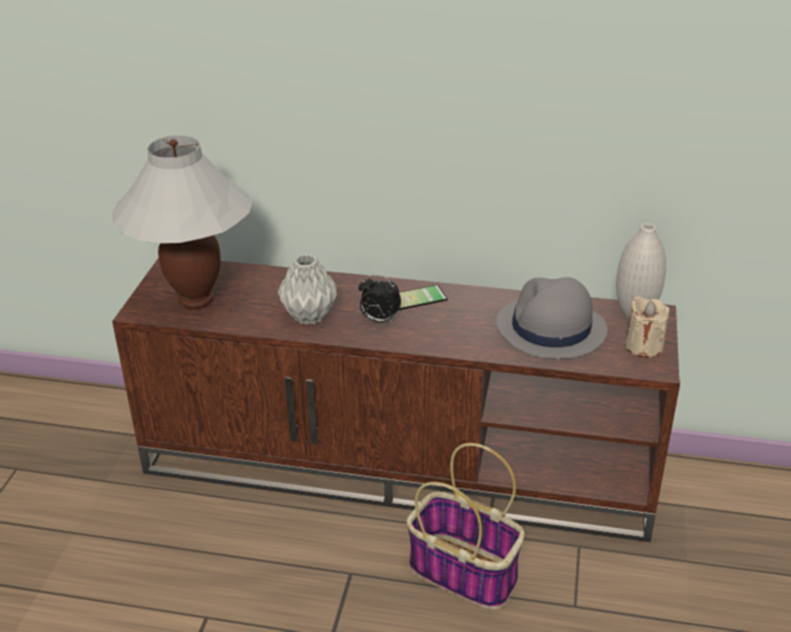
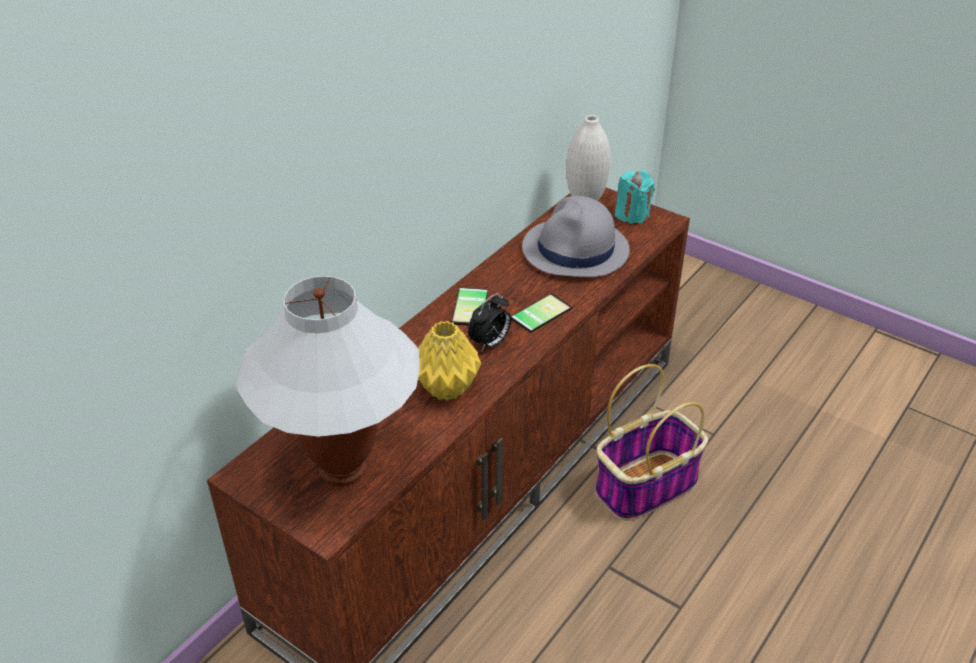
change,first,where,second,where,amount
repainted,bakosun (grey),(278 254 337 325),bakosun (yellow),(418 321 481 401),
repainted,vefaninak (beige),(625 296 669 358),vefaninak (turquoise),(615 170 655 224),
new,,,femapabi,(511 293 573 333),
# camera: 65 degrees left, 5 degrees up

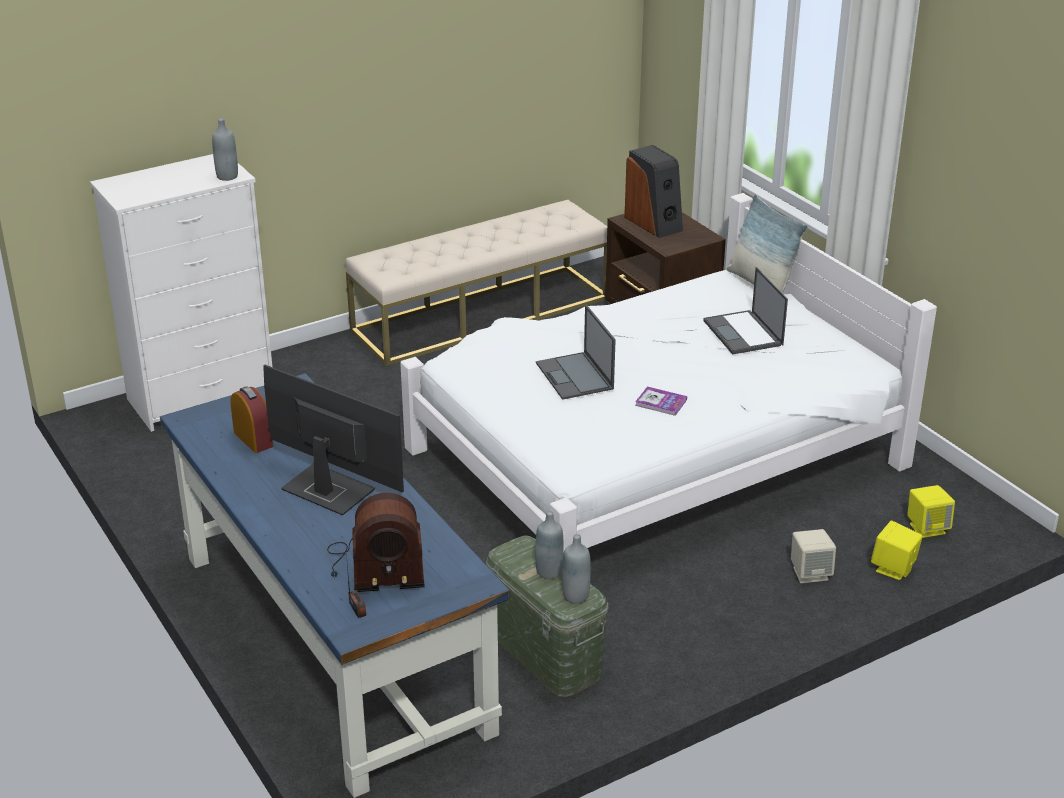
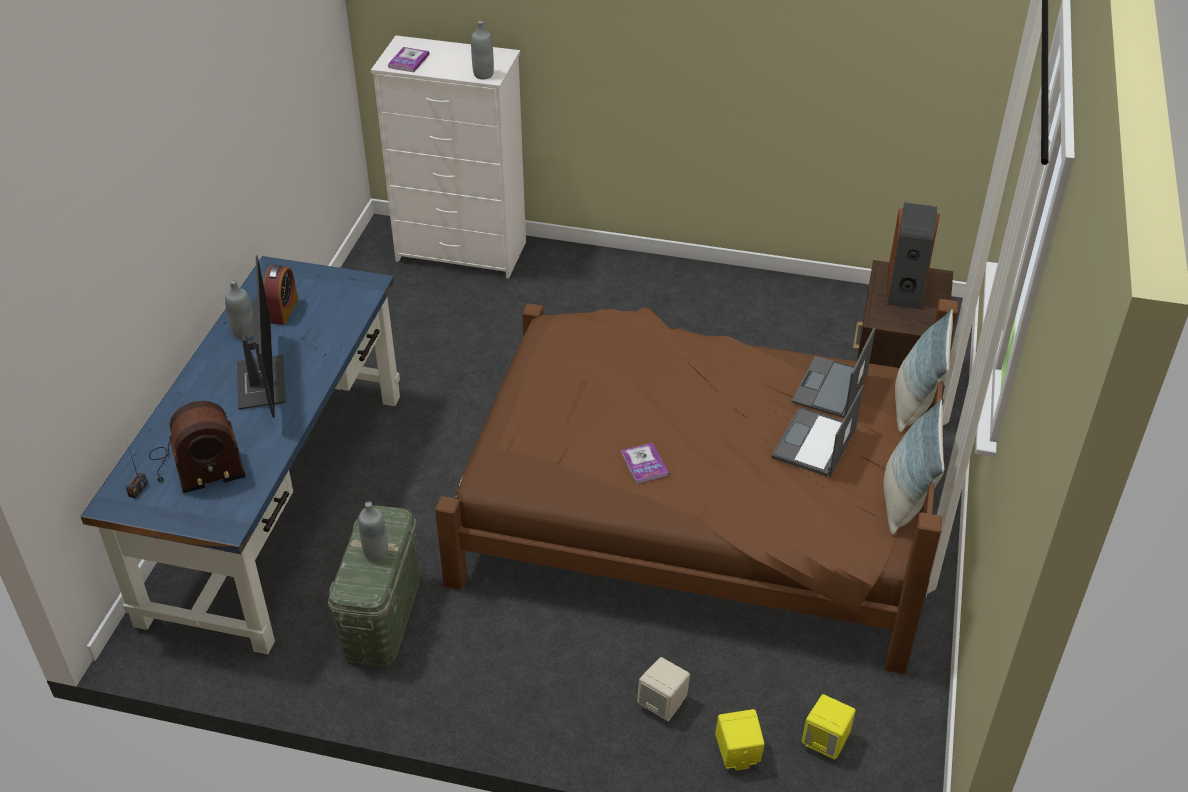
change,first,where,second,where,amount
rotated,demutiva,(327 493 425 592),,(149 401 246 493),60 degrees counterclockwise
gone,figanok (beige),(345 200 607 366),,,
repainted,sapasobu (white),(400 193 937 554),sapasobu (brown),(435 299 958 674),
shifted,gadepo,(536 305 616 400),,(792 327 875 418),
shifted,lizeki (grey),(562 534 591 604),,(225 280 253 339),
new,,,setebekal,(388 47 429 72),
new,,,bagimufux,(884 399 944 535),
# camera: 45 degrees right, 10 degrees up

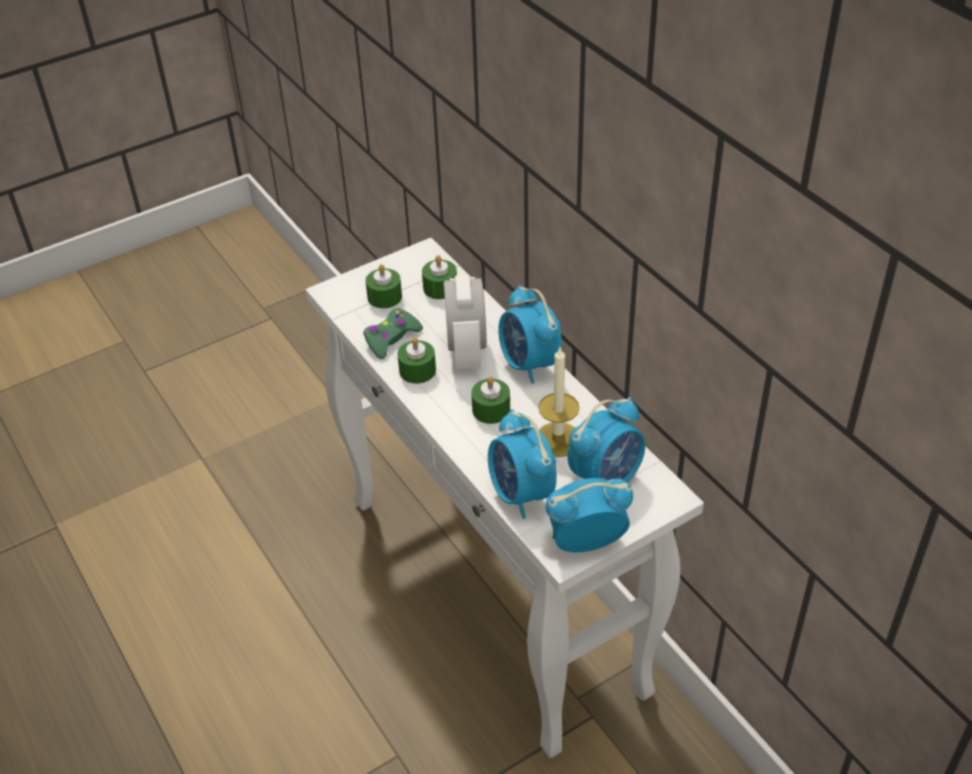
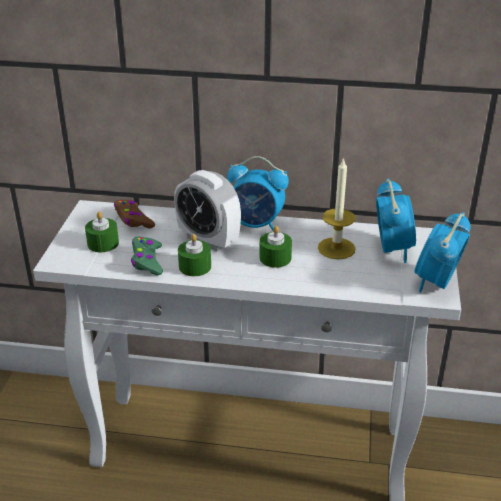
change,first,where,second,where,amount
swapped,vefaninak (green),(422 255 457 299),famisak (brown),(114 200 155 229),
gone,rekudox,(488 409 557 519),,,
# camera: 50 degrees left, 10 degrees down

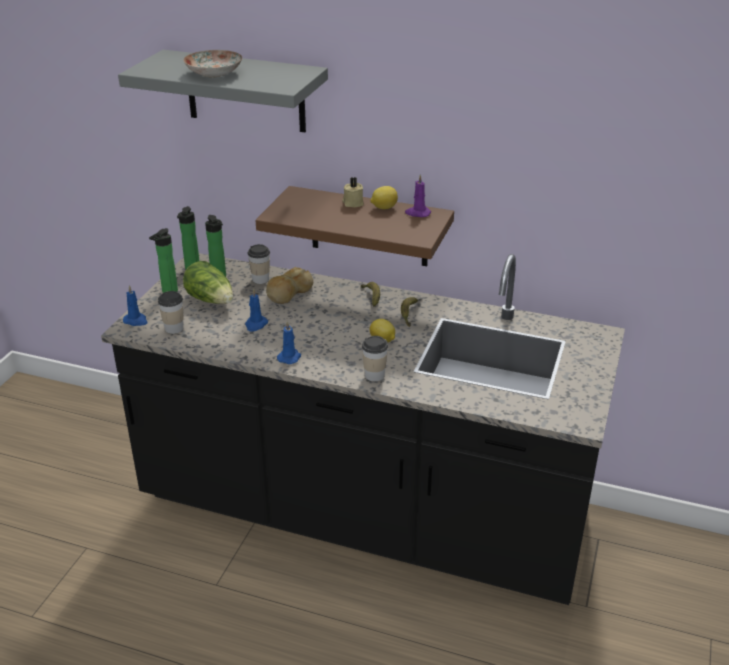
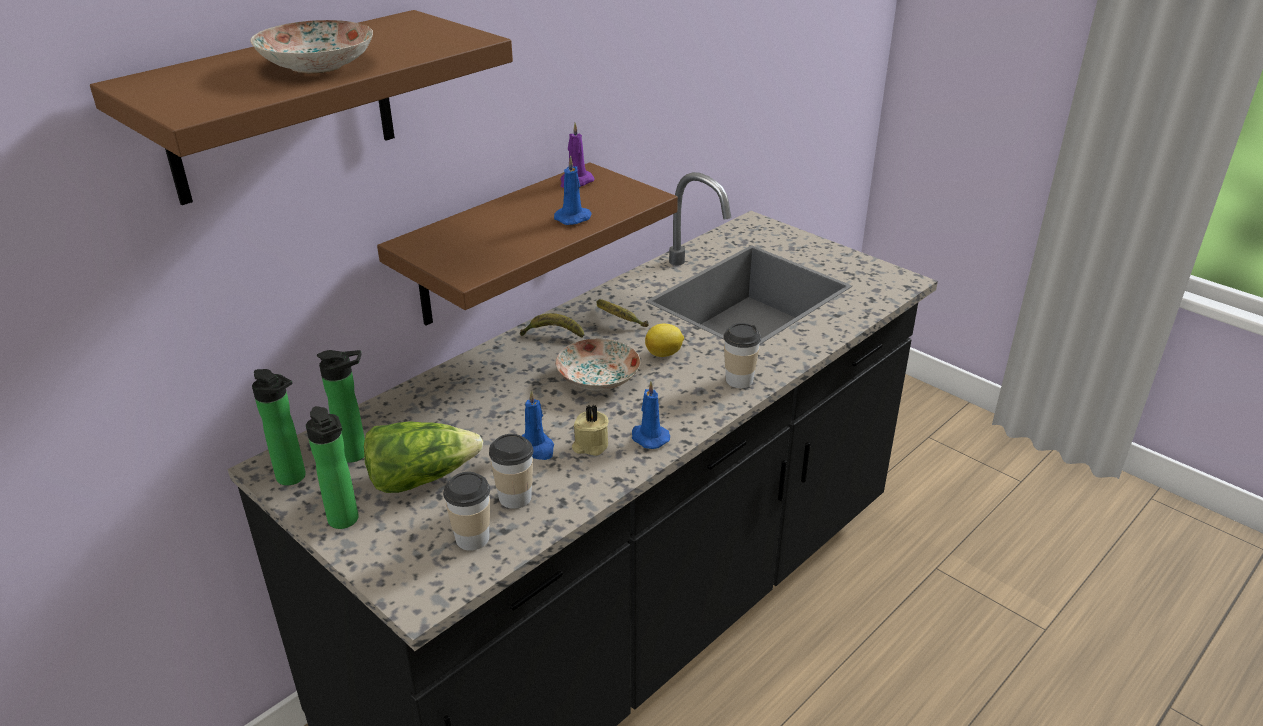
change,first,where,second,where,amount
repainted,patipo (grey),(118 50 328 132),patipo (brown),(90 10 513 205),
shifted,vefaninak (blue),(123 285 148 326),,(554 156 592 225),
shifted,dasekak,(248 244 270 284),,(489 434 533 509),
gone,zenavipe,(266 267 313 304),,,
shifted,vefaninak (beige),(342 177 364 207),,(572 405 609 456),
gone,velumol,(370 186 398 209),,,
new,,,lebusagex,(556 338 641 391),
# camera: 65 degrees left, 0 degrees up

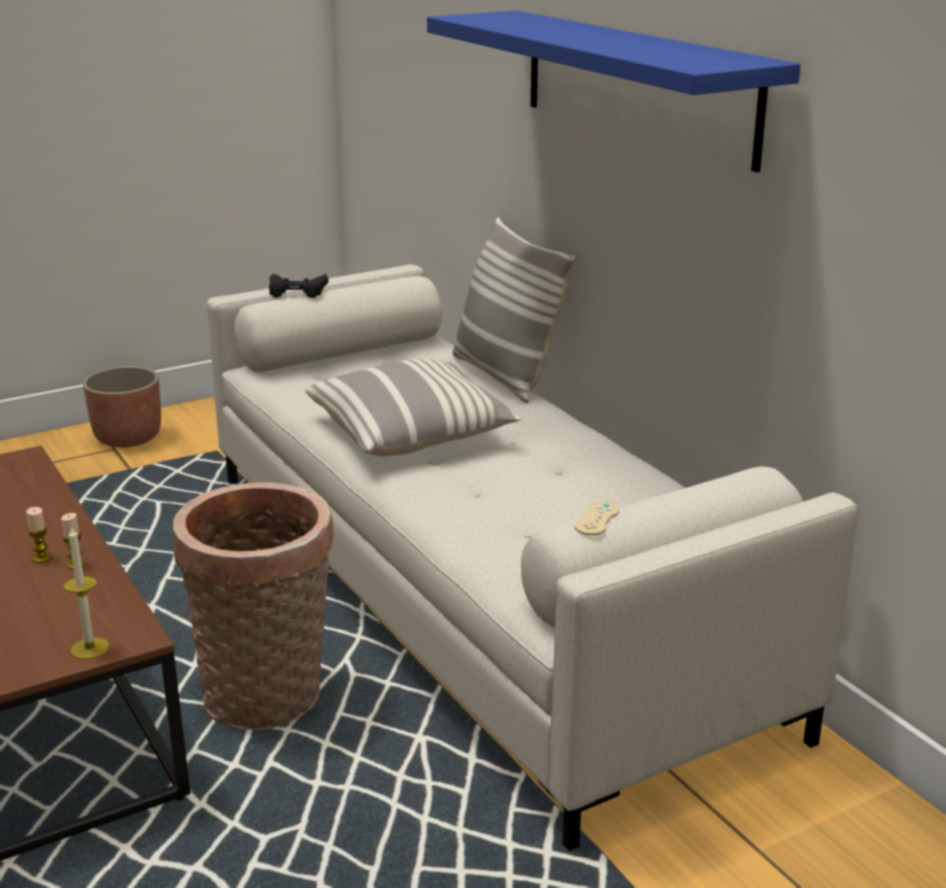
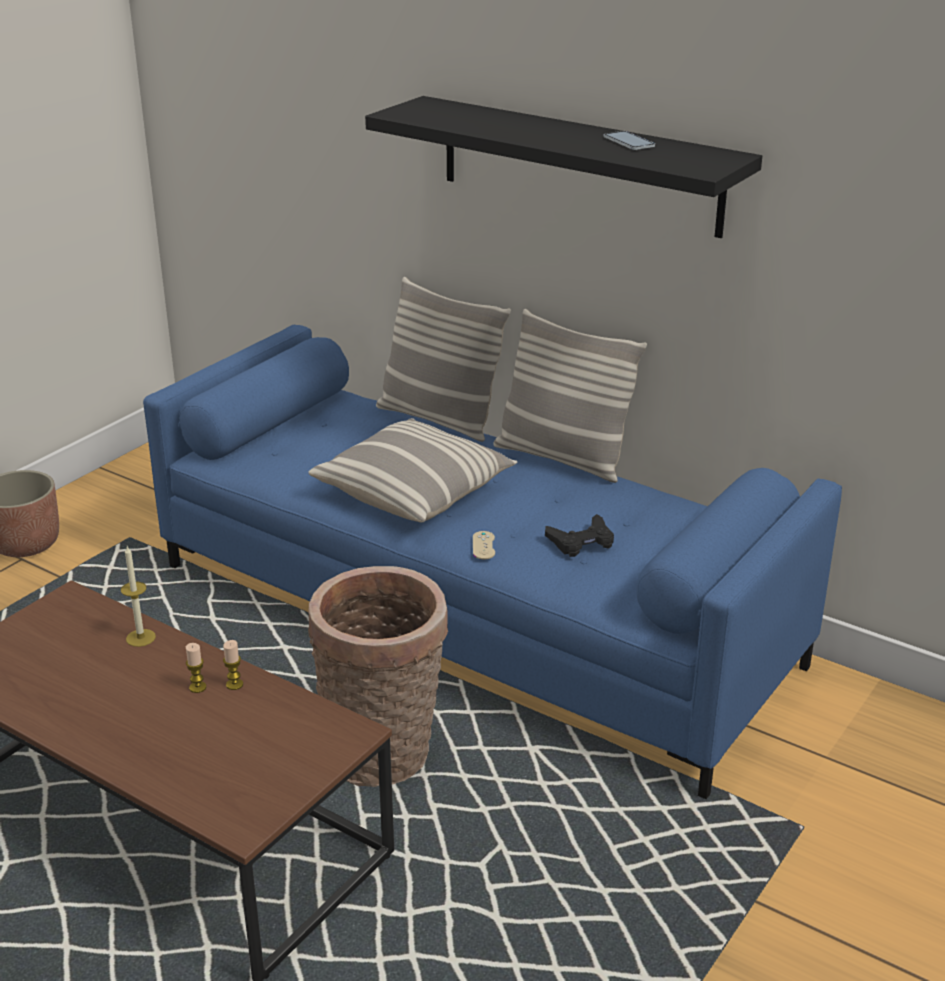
change,first,where,second,where,amount
shifted,vefaninak,(64 526 109 659),,(121 546 156 647),
repainted,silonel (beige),(207 264 859 851),silonel (blue),(143 324 842 799),
shifted,famisak (black),(269 273 329 298),,(545 514 614 557),
repainted,patipo (blue),(427 11 801 173),patipo (black),(365 96 762 238),
shifted,famisak (beige),(575 502 619 535),,(473 531 495 559),
new,,,bagimufux,(493 309 647 483),
new,,,femapabi,(604 131 655 150),
# camera: 25 degrees left, 5 degrees up

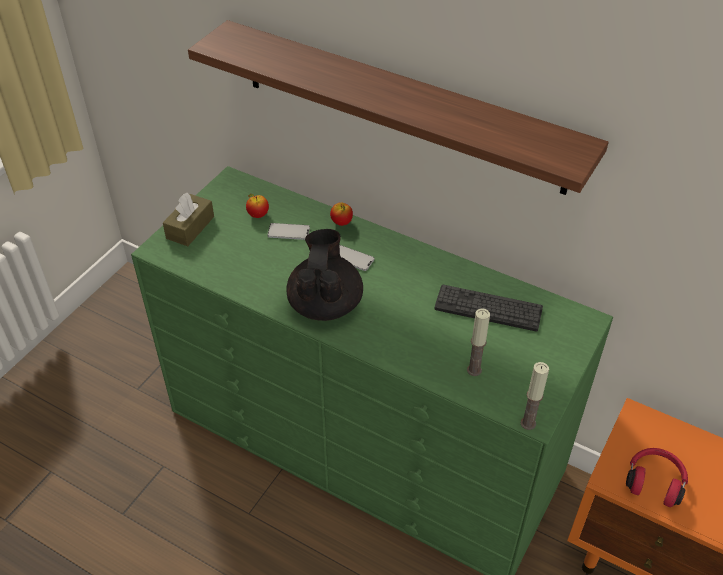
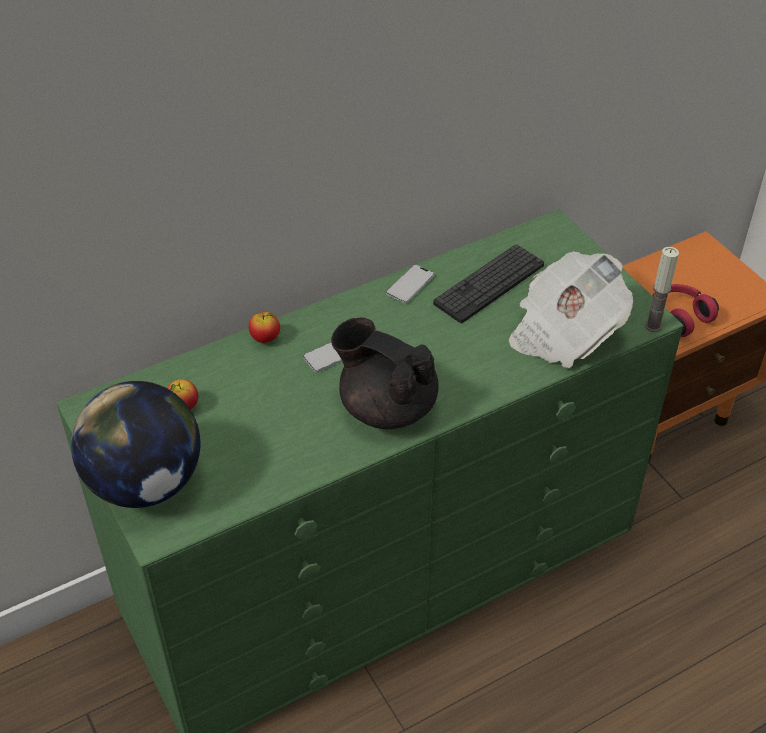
change,first,where,second,where,amount
swapped,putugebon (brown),(163 193 214 246),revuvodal,(71 381 201 508),
gone,patipo,(188 20 609 195),,,
shifted,femapabi,(268 223 310 240),,(386 265 434 304),
swapped,vefaninak,(467 308 490 376),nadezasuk,(509 251 633 368),
# camera: 60 degrees left, 0 degrees up

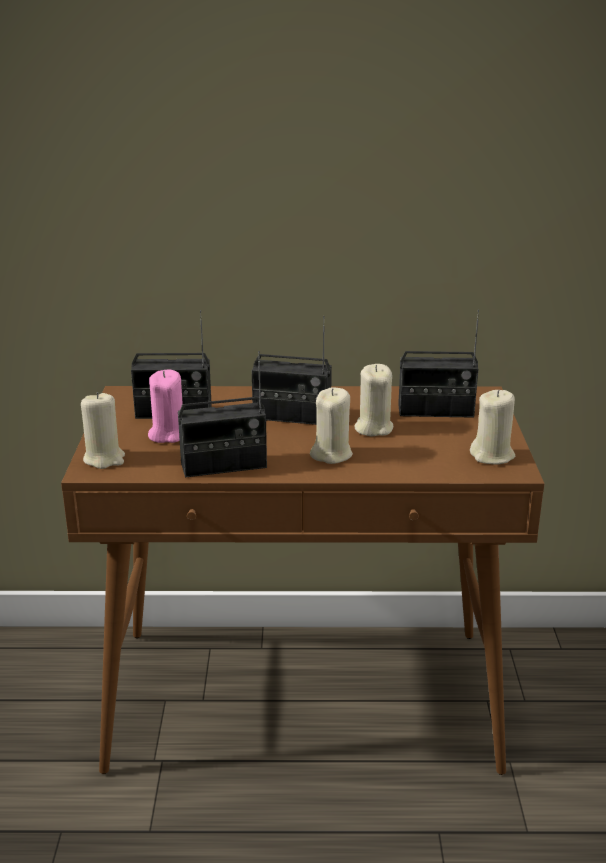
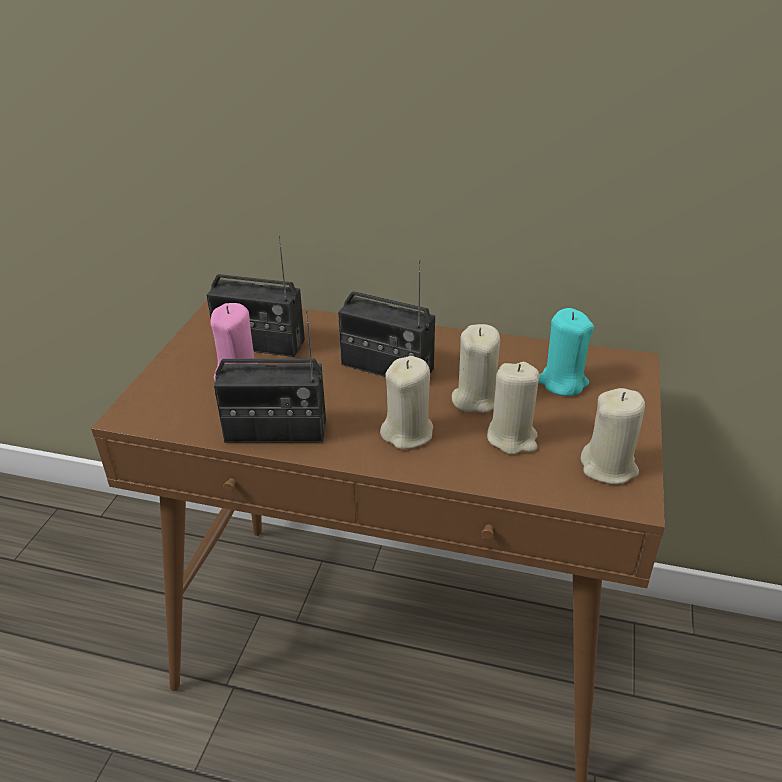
change,first,where,second,where,amount
shifted,vefaninak (beige),(81 392 125 469),,(487 362 540 455),
swapped,demutiva,(398 309 479 418),vefaninak (turquoise),(538 308 594 396),
# camera: 15 degrees right, 10 degrees up

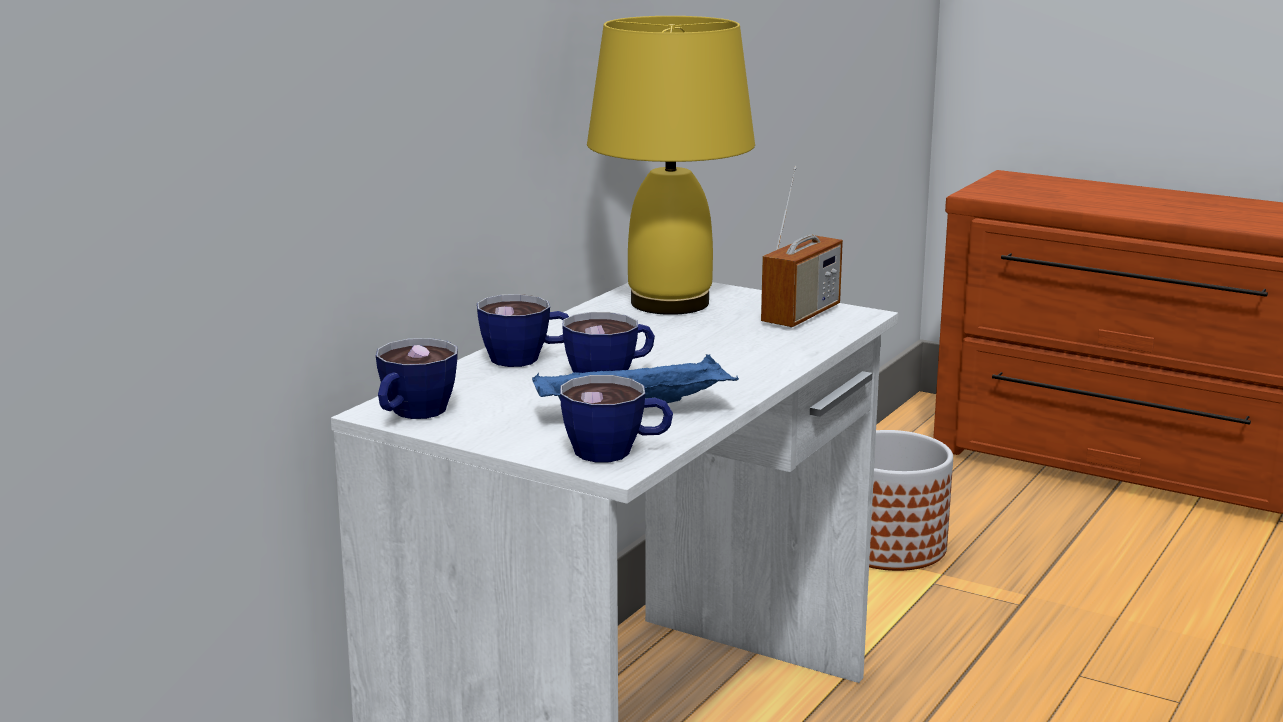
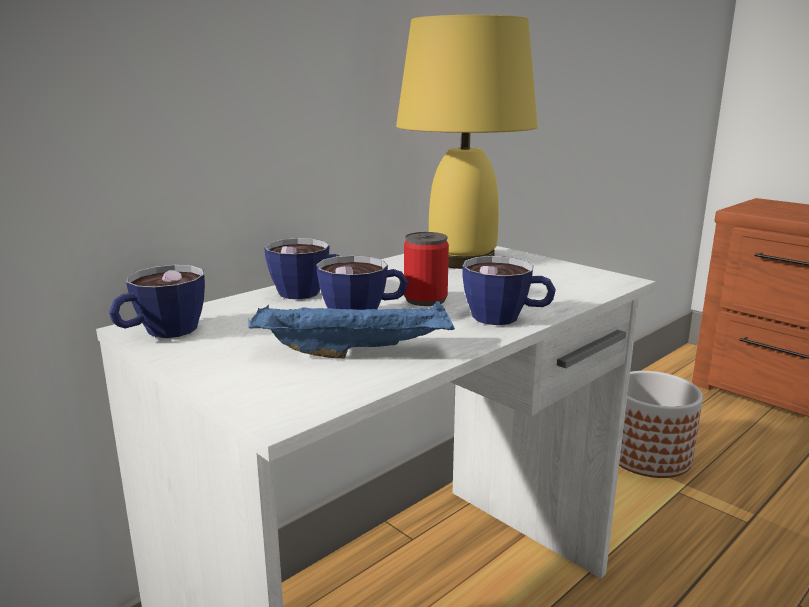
change,first,where,second,where,amount
shifted,dasekak,(560 375 673 462),,(462 256 556 325),
gone,demutiva,(761 166 843 327),,,
new,,,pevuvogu,(404 232 449 306),
# camera: 15 degrees right, 0 degrees up

